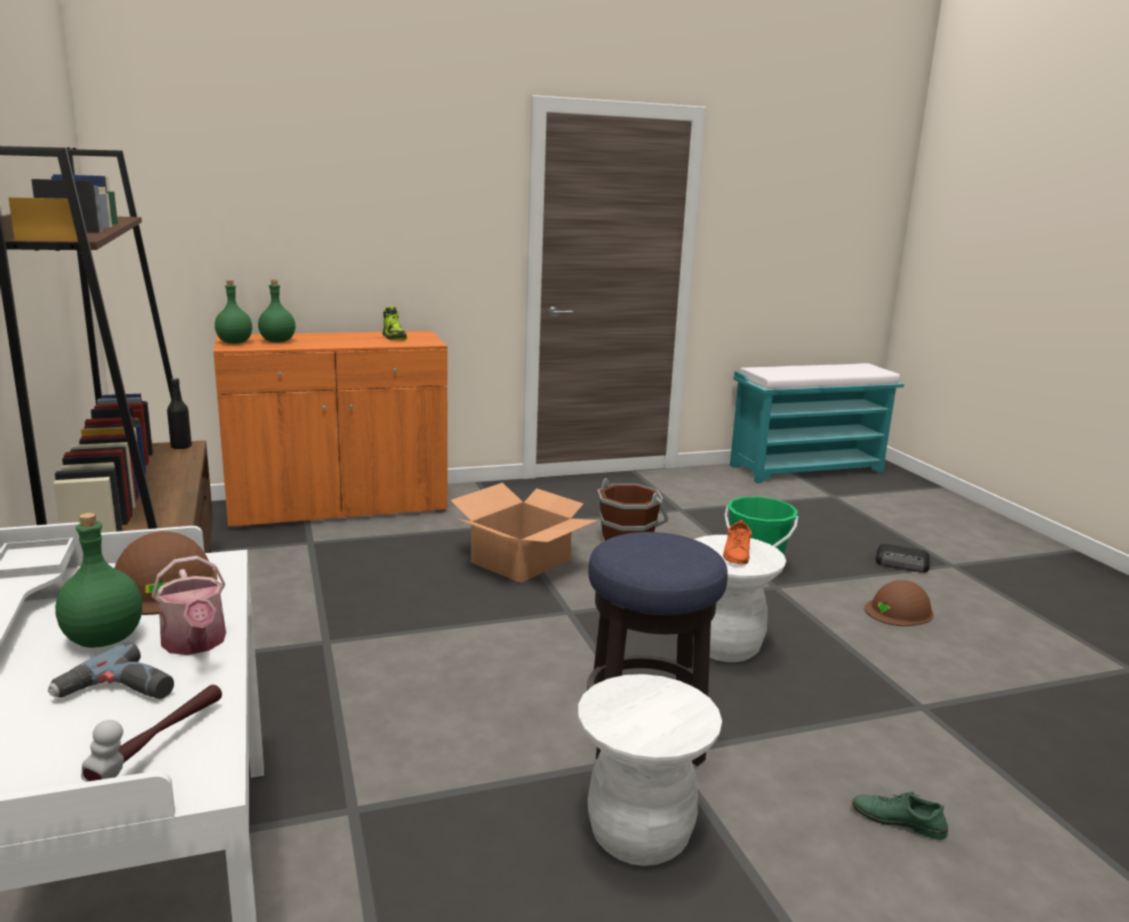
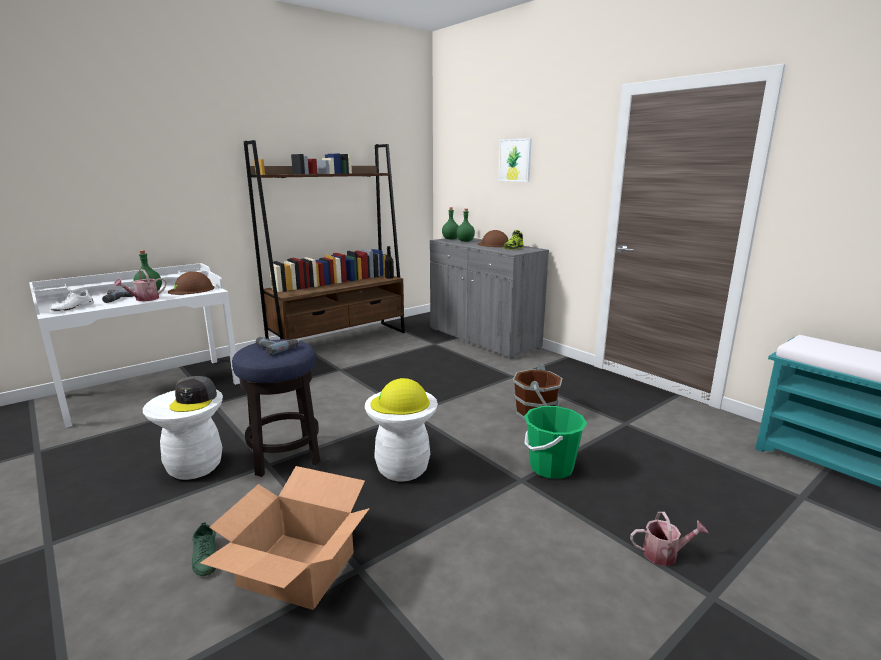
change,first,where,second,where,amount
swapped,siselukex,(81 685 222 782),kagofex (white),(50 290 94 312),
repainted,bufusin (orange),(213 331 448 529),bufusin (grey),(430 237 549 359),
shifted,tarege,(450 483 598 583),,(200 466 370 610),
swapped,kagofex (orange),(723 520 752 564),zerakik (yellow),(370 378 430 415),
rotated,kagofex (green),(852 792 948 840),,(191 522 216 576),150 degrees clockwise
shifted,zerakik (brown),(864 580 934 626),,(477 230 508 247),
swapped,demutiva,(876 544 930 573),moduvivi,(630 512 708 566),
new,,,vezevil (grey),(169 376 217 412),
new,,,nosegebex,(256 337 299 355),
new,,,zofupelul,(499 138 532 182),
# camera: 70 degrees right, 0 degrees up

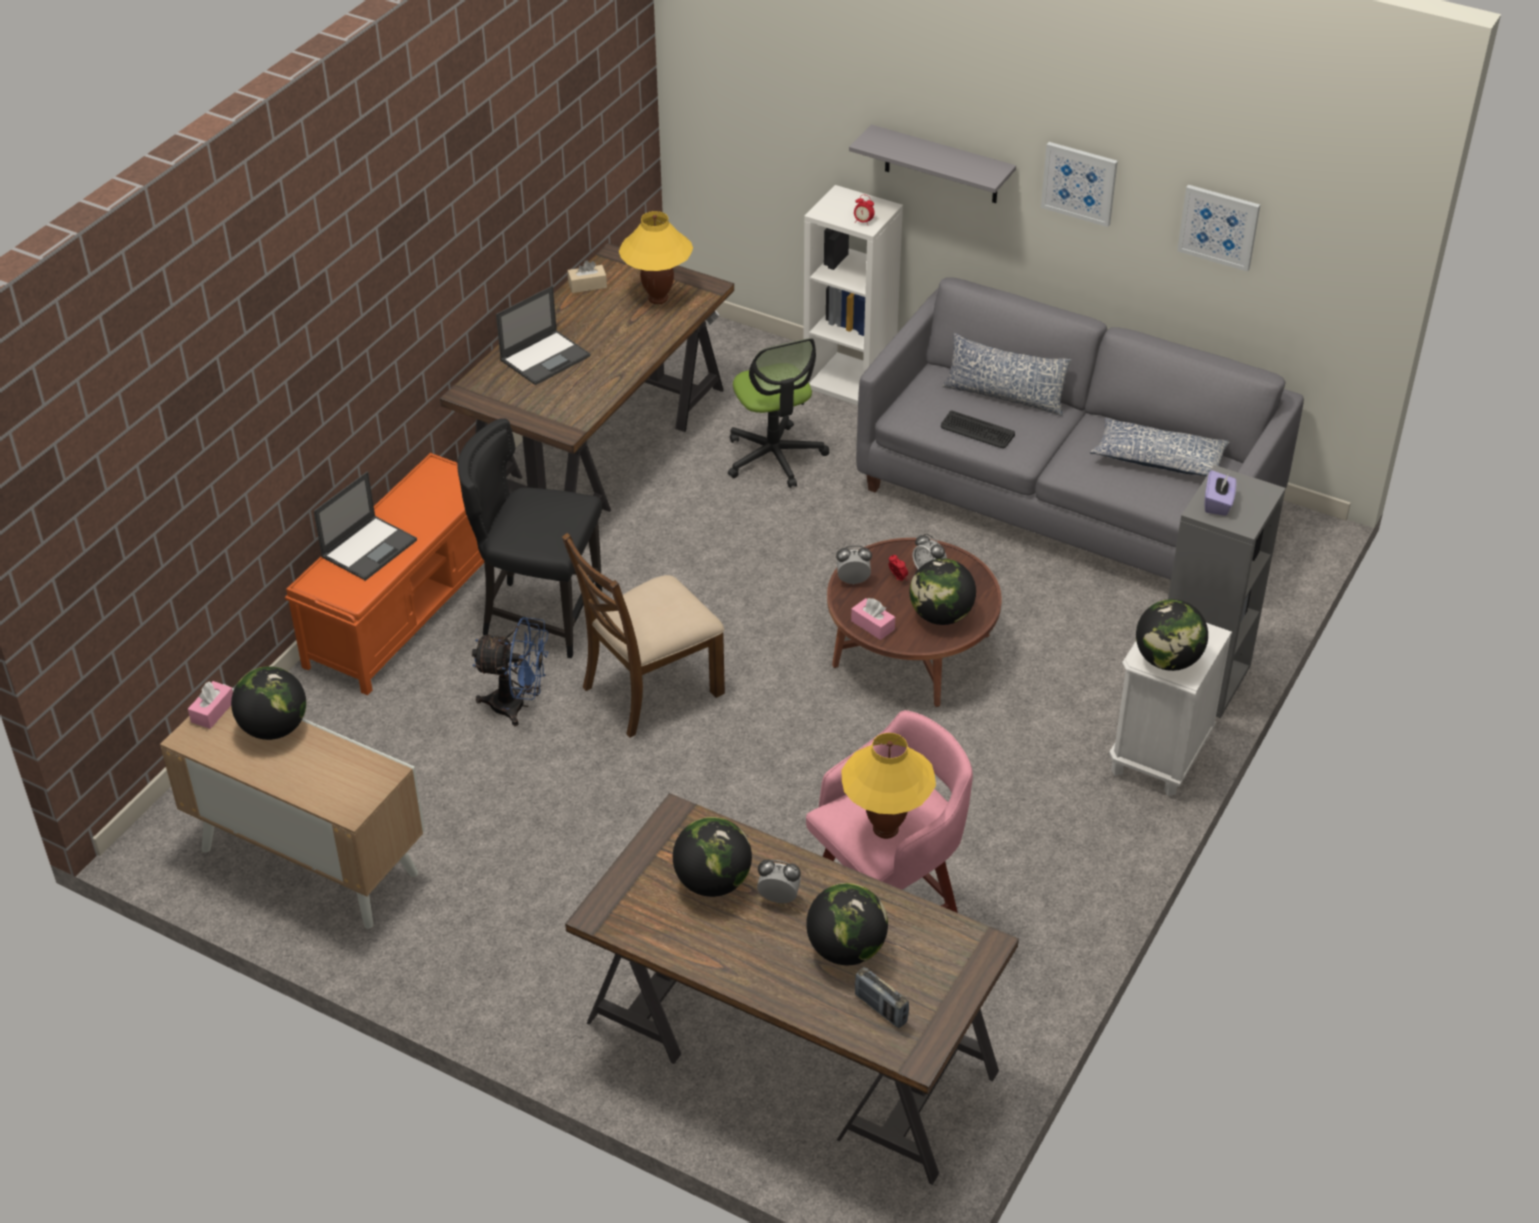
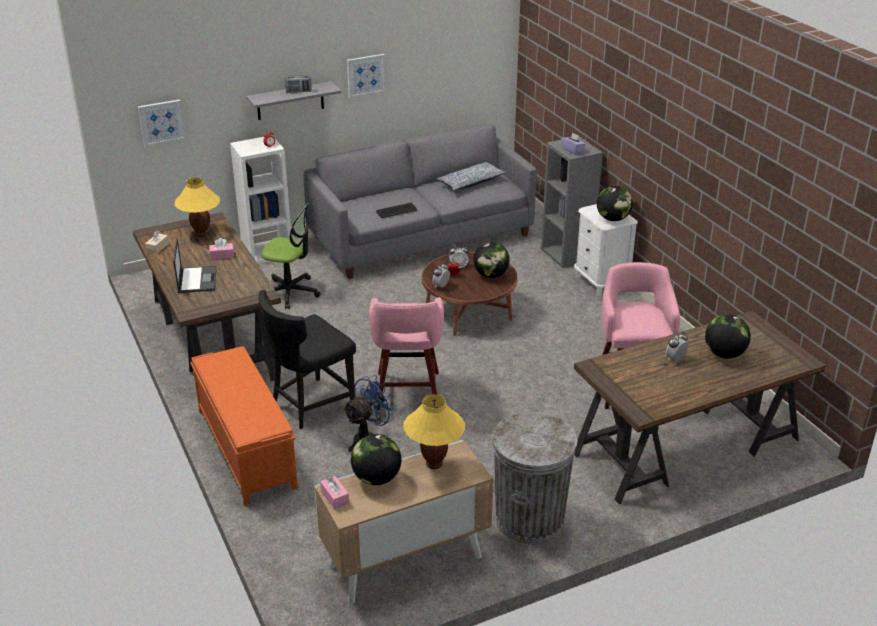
change,first,where,second,where,amount
gone,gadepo,(314 472 417 581),,,
swapped,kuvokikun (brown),(562 533 725 738),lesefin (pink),(369 297 444 410),
gone,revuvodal,(673 817 752 897),,,
shifted,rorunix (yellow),(841 733 936 839),,(403 395 465 469),
shifted,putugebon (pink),(851 598 895 640),,(210 238 234 260),
shifted,demutiva,(855 967 909 1028),,(285 75 312 93),
gone,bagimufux,(942 333 1072 416),,,
shifted,zofupelul,(1177 185 1260 272),,(138 100 186 147),
new,,,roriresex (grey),(492 412 578 544),
# camera: 55 degrees left, 10 degrees down

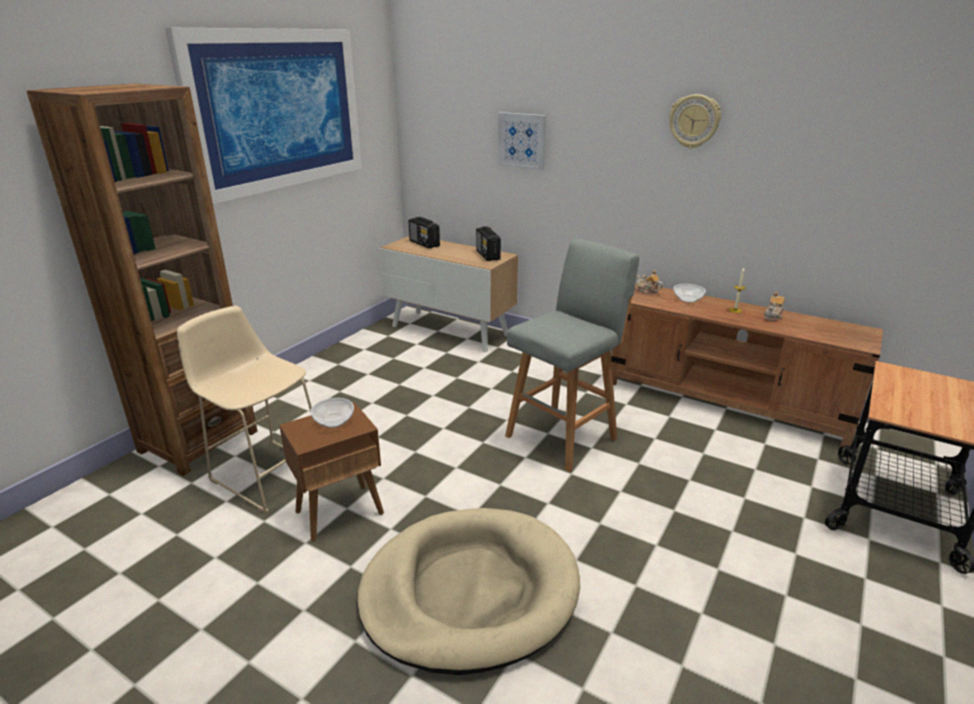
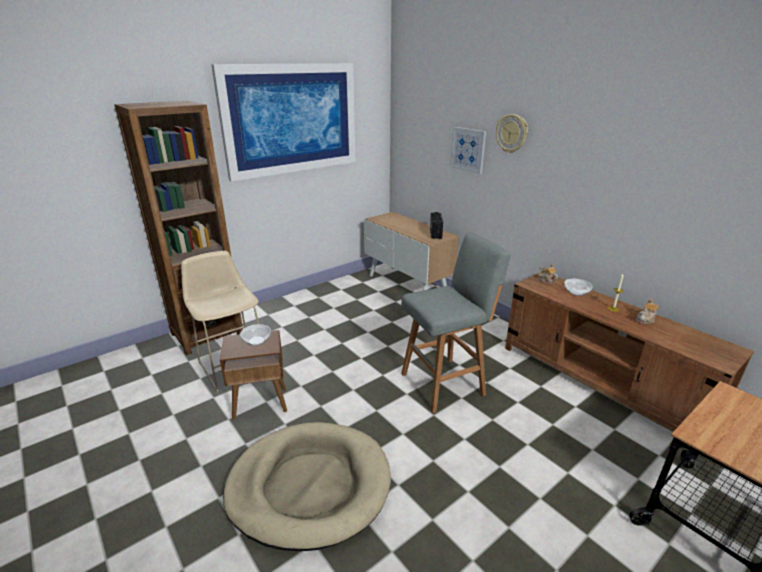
change,first,where,second,where,amount
gone,demutiva,(409 217 440 248),,,
shifted,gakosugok,(669 94 721 148),,(496 114 528 153),
# camera: 20 degrees right, 0 degrees up

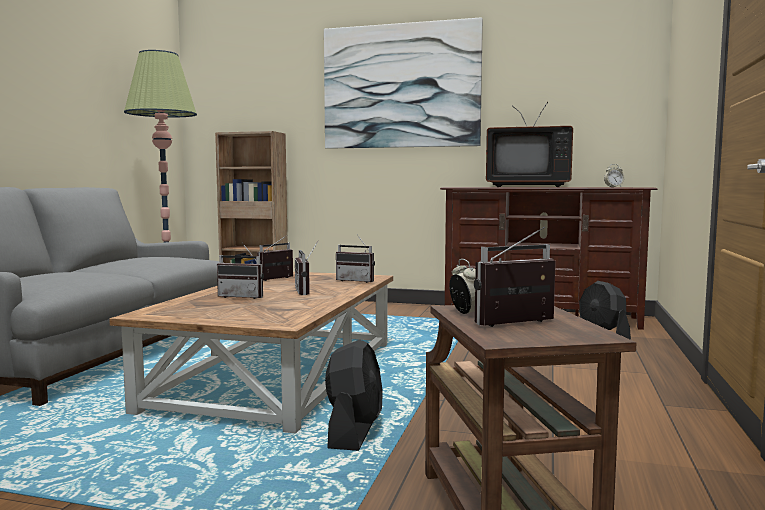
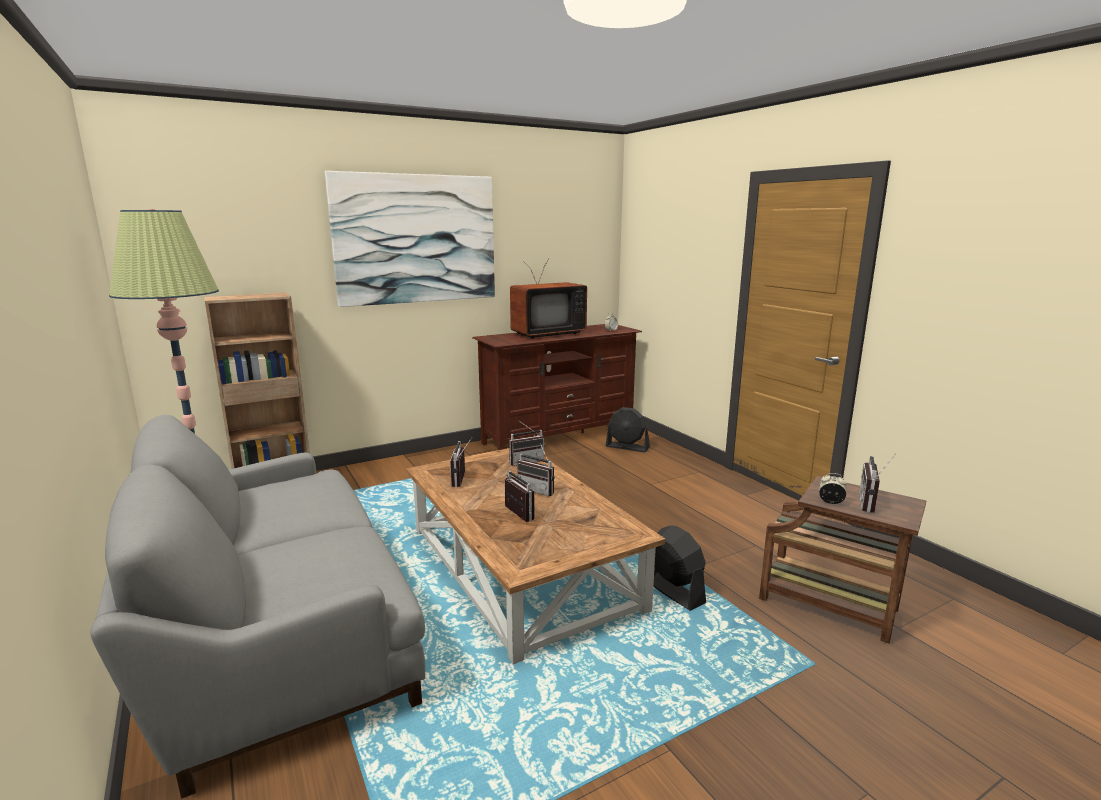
change,first,where,second,where,amount
rotated,demutiva,(217 243 264 299),,(505 471 535 522),90 degrees counterclockwise
# camera: 45 degrees left, 10 degrees up

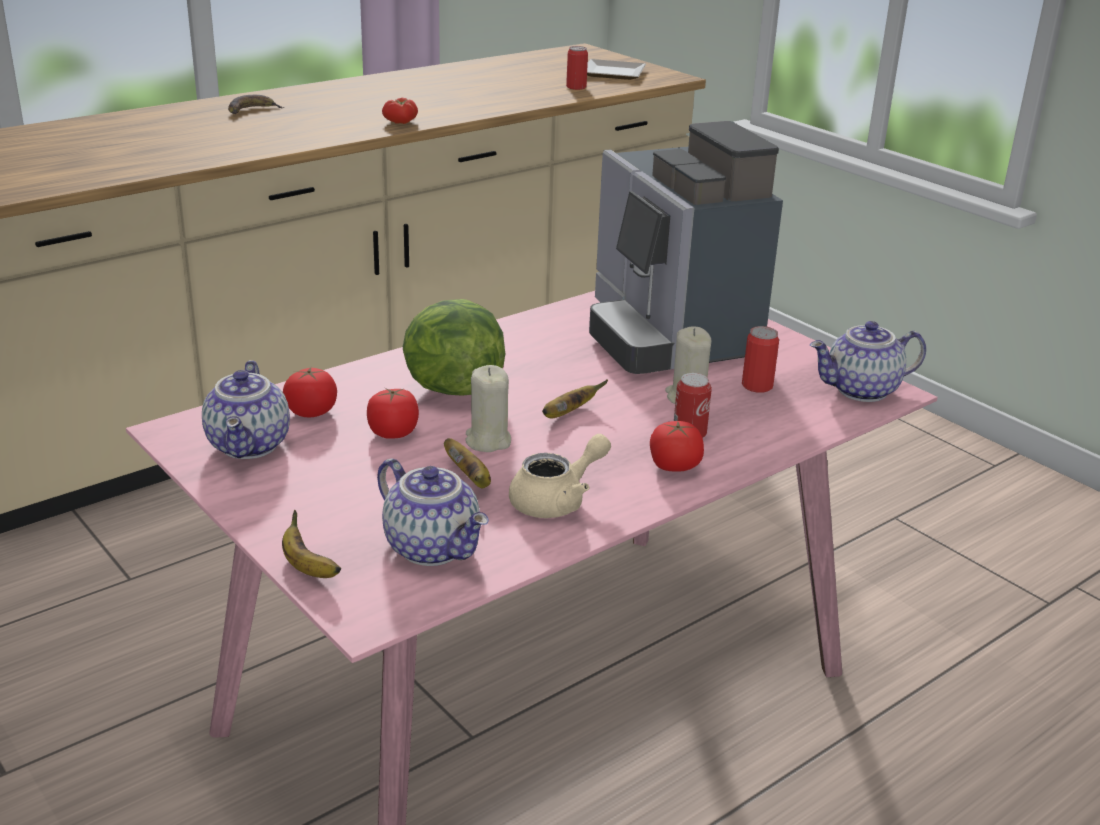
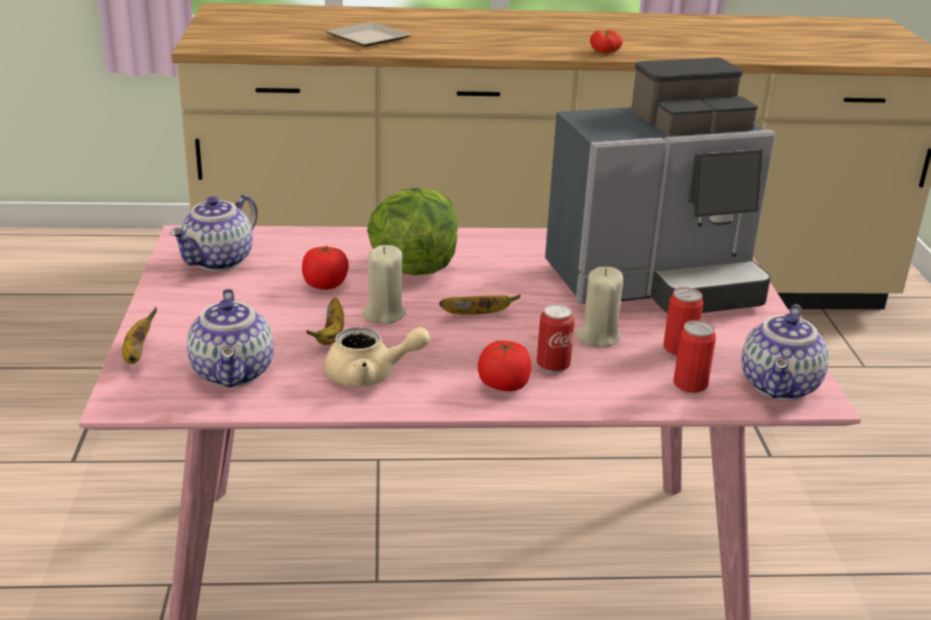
change,first,where,second,where,amount
gone,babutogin,(228 95 284 114),,,
gone,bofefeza,(283 367 337 417),,,
shifted,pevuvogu,(566 46 588 90),,(674 320 716 393),
shifted,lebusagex,(587 59 646 80),,(326 22 411 47),
rotated,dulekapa,(589 121 783 374),,(545 58 776 313),120 degrees counterclockwise
rotated,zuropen,(810 321 926 402),,(742 304 829 401),90 degrees counterclockwise
# camera: 35 degrees right, 0 degrees up

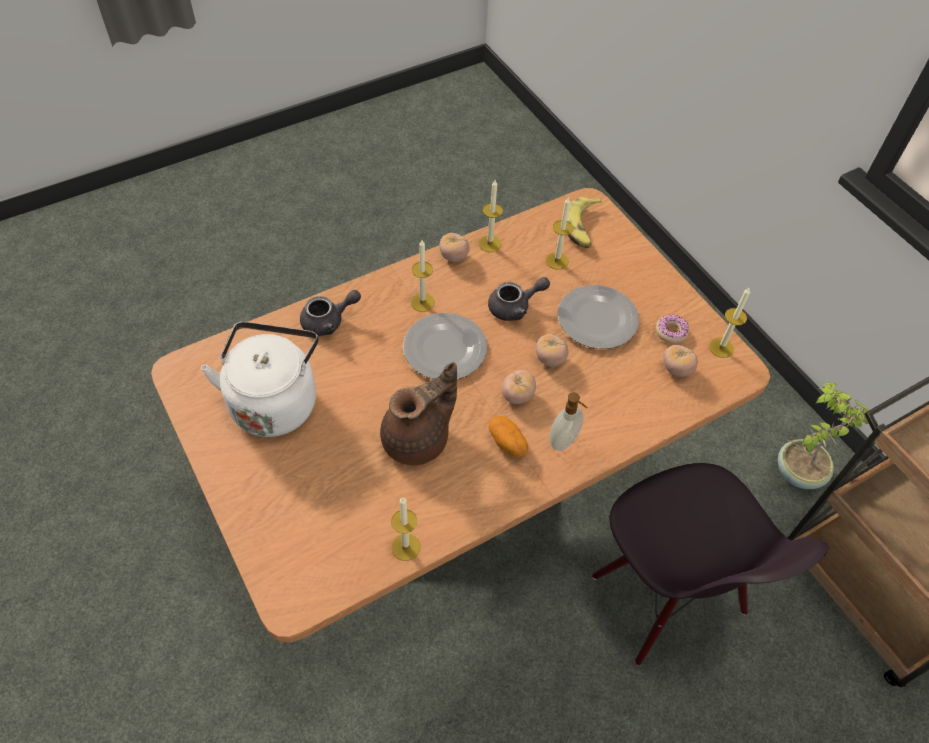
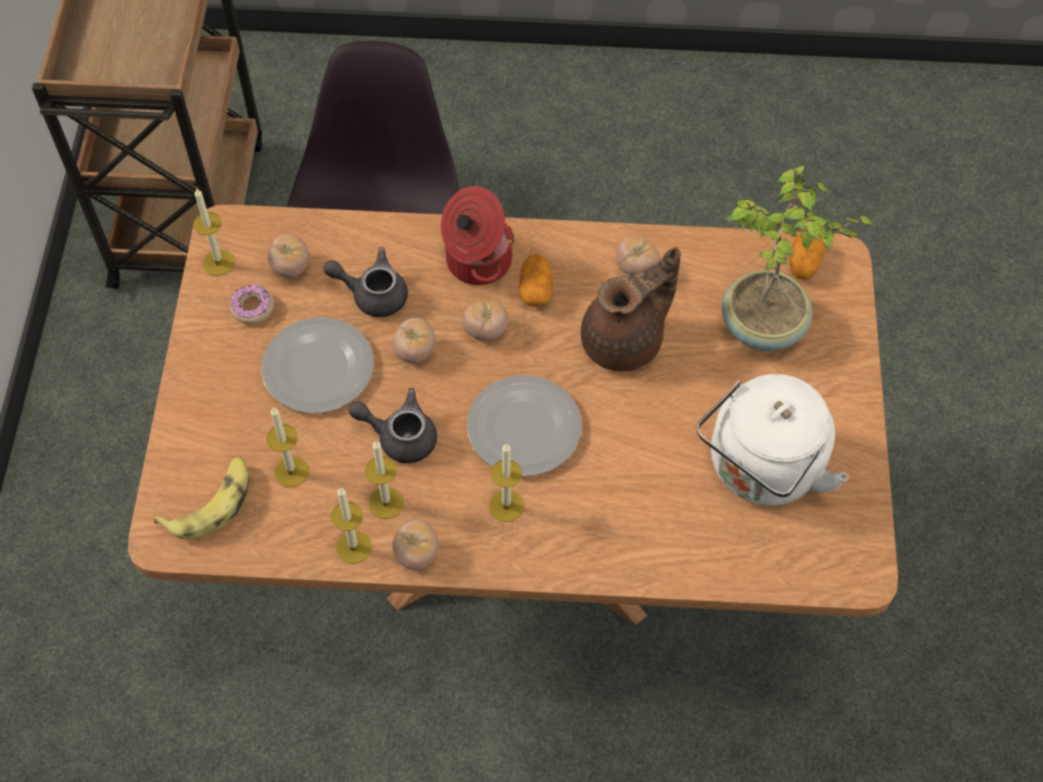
change,first,where,second,where,amount
shifted,zuropen (grey),(300 290 361 336),,(323 247 408 317),
rotated,zuropen (brown),(380 362 457 465),,(581 247 681 371),150 degrees clockwise
shifted,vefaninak,(391 497 420 561),,(365 441 404 519),
swapped,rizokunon,(550 392 587 451),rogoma,(441 186 514 285),
shifted,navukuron,(778 382 869 489),,(722 166 874 351),
new,,,bofefeza,(616 236 660 276),
new,,,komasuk,(789 229 825 280),
# camera: 145 degrees left, 5 degrees up

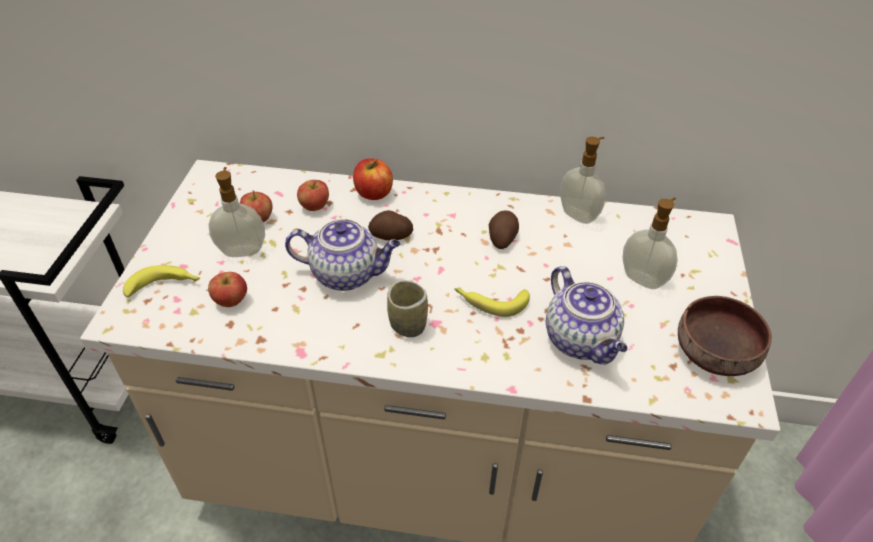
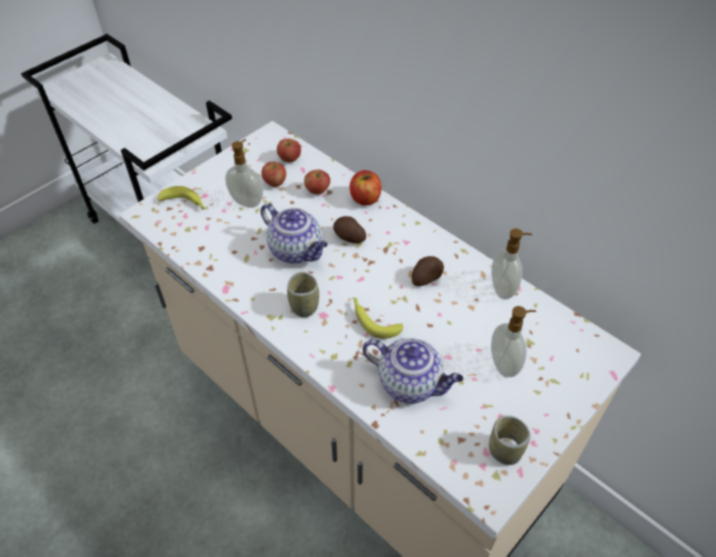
change,first,where,second,where,amount
shifted,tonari,(208 272 247 307),,(277 139 301 163),
rotated,zuropen,(546 266 628 364),,(363 338 464 404),75 degrees counterclockwise
swapped,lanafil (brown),(678 296 772 376),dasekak,(489 415 530 465),
# camera: 35 degrees right, 5 degrees up

